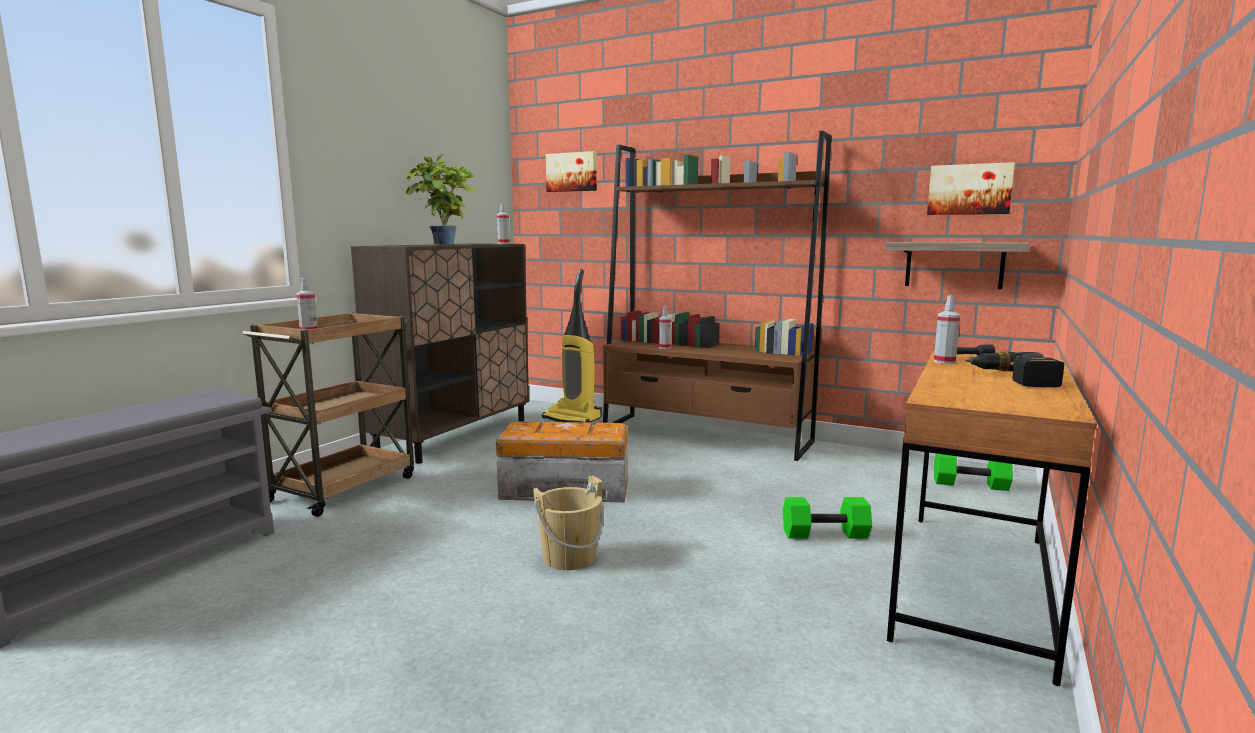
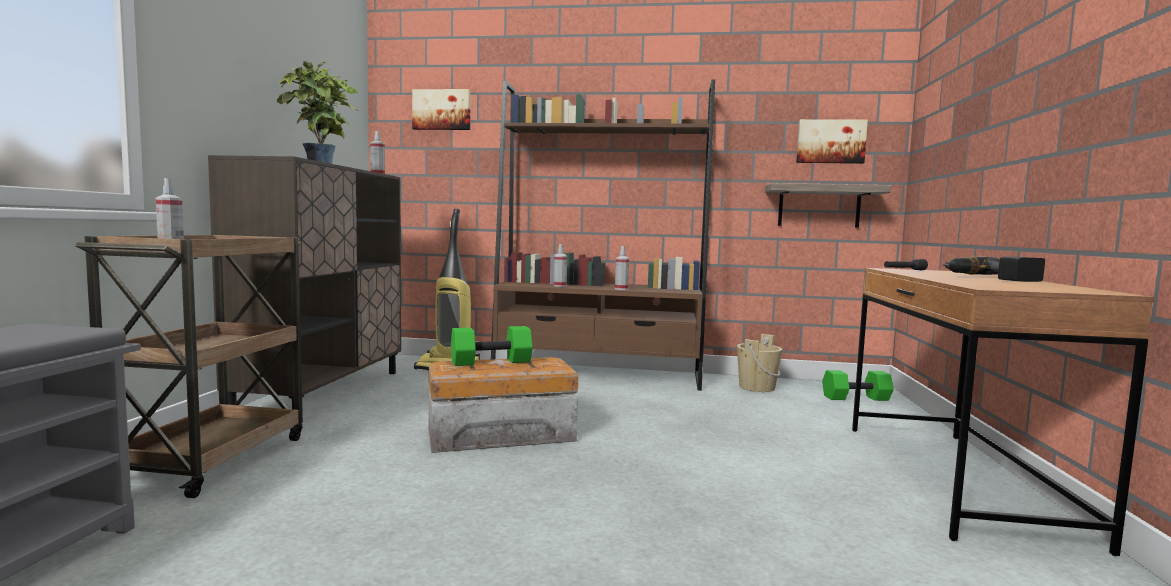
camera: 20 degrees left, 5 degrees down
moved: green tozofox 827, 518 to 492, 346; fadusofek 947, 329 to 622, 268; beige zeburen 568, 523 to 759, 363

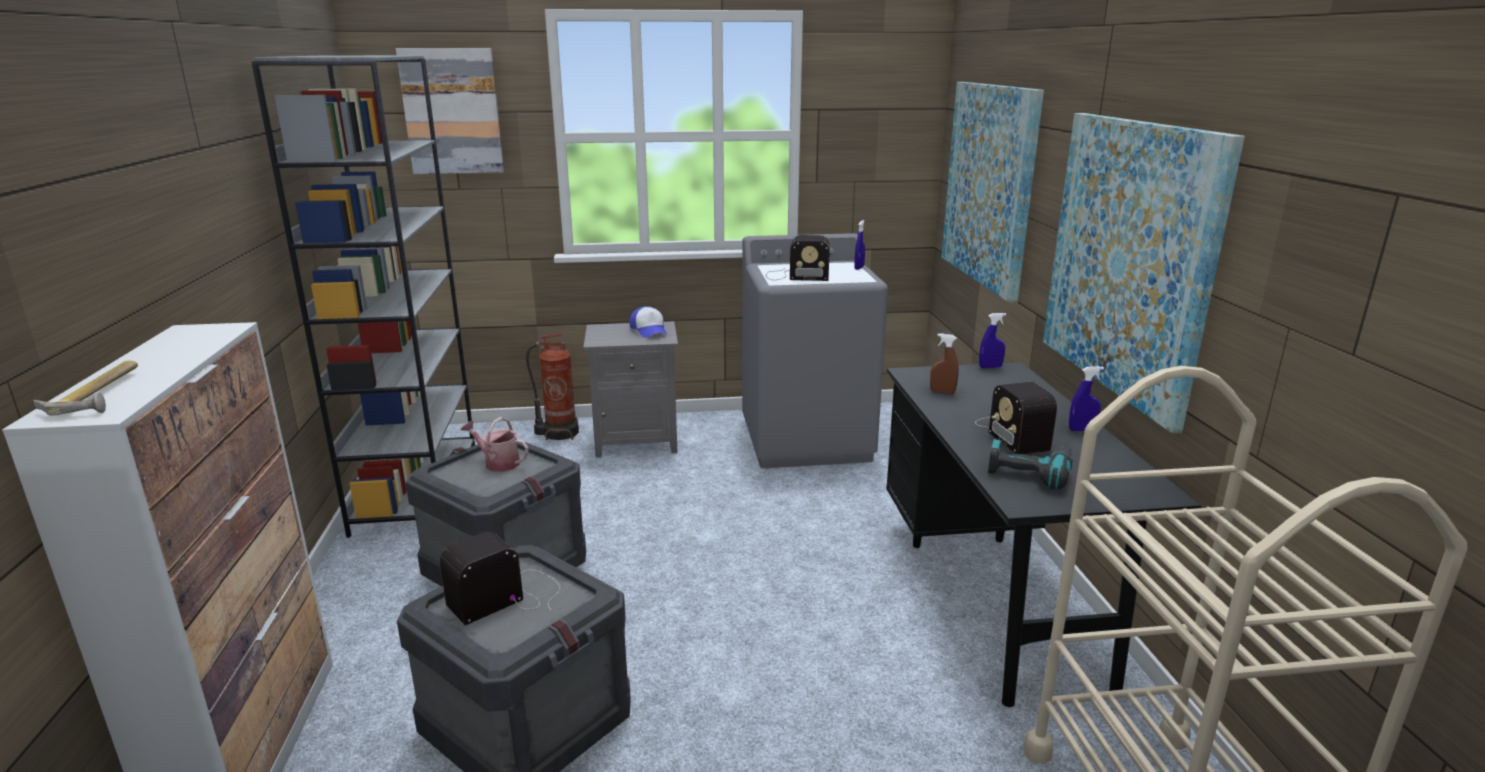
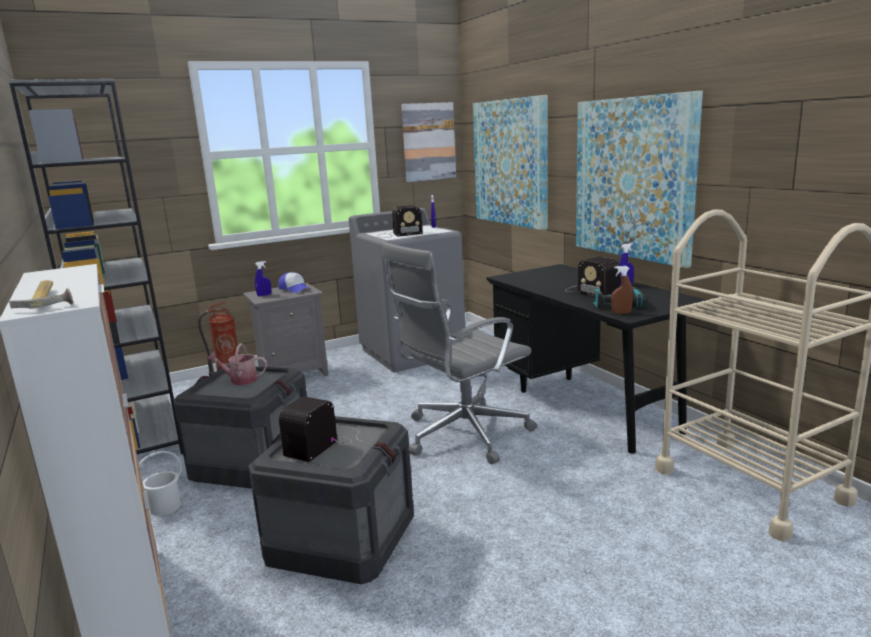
camera: 20 degrees left, 5 degrees down
added: white zeburen 160, 483; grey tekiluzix 459, 353
moved: blue fadusofek 992, 340 to 263, 279; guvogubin 450, 111 to 428, 142; brown fadusofek 944, 363 to 622, 290

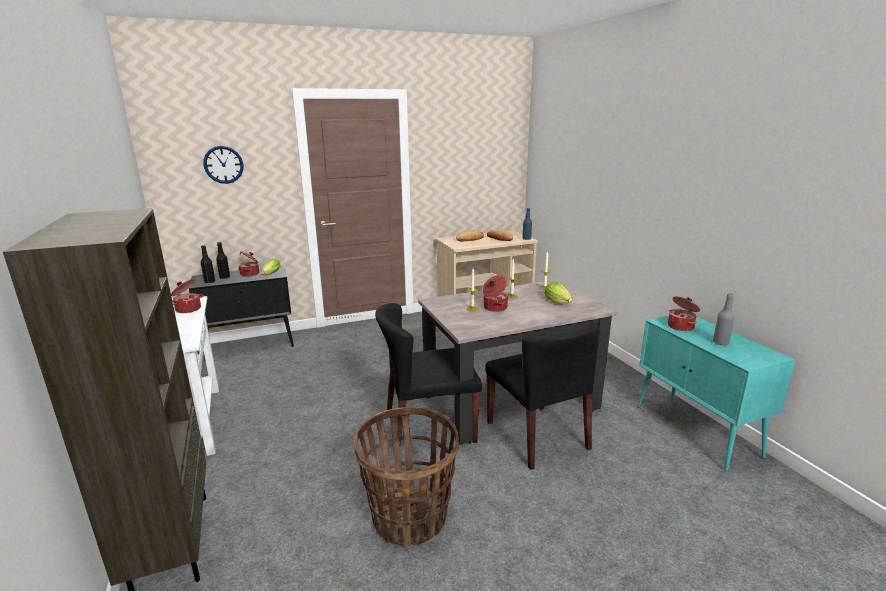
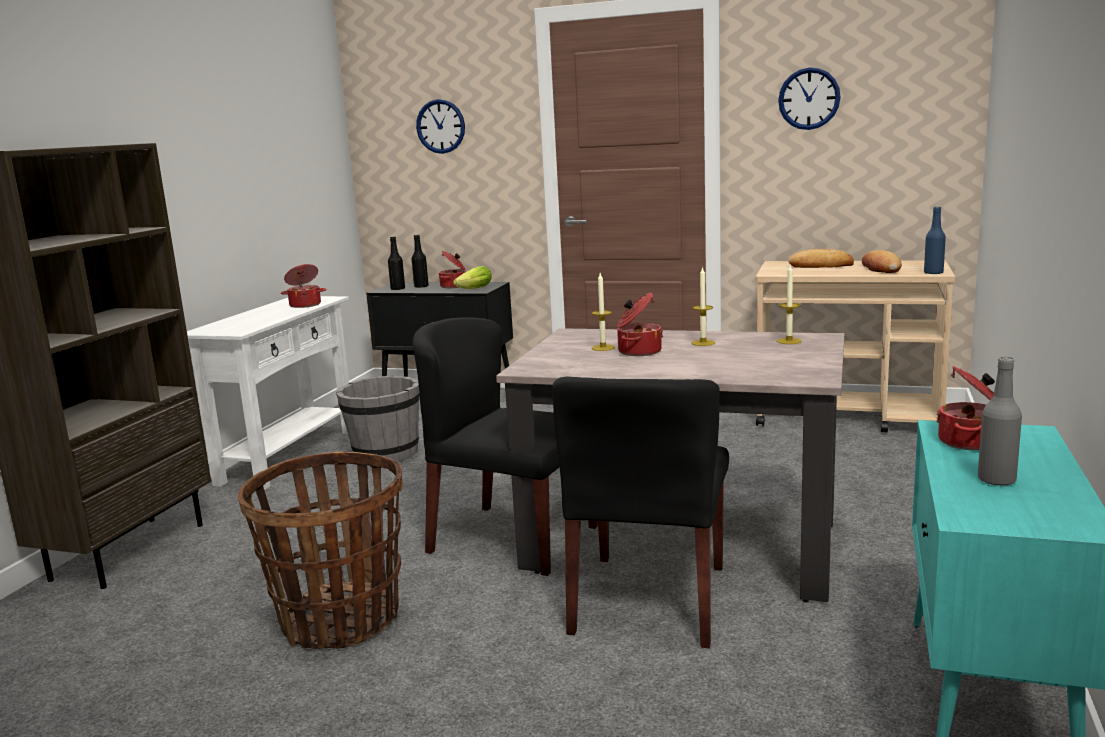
camera: 40 degrees right, 5 degrees down
removed: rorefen 558, 293
added: grey zeburen 378, 419; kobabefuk 809, 99

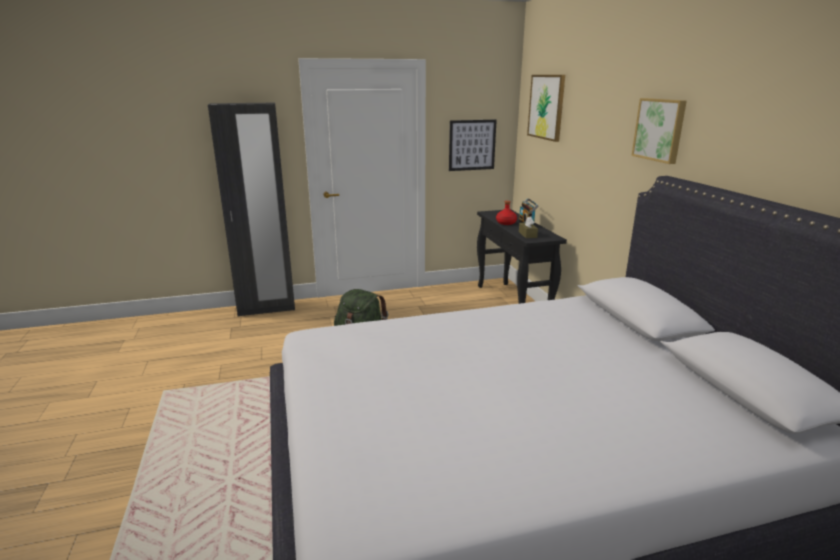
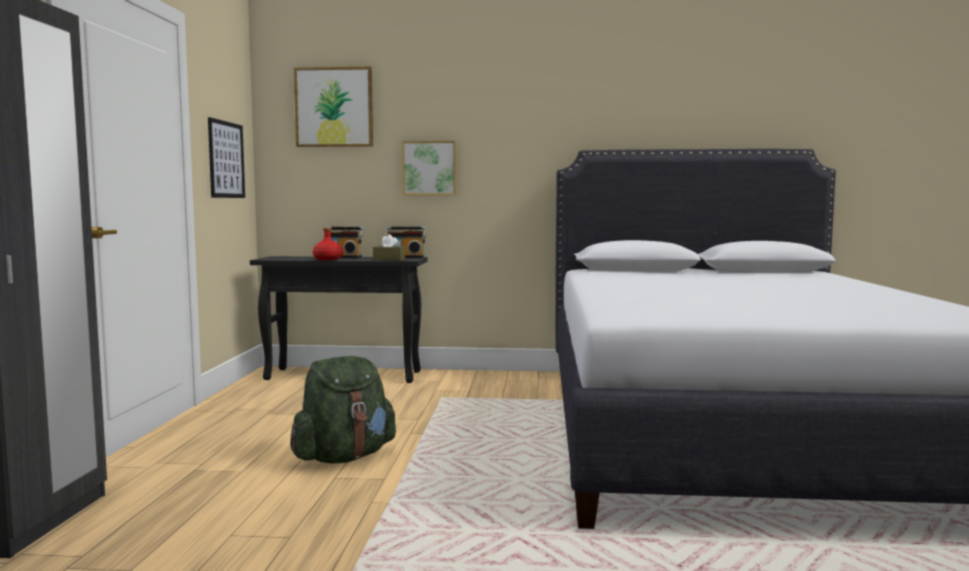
camera: 70 degrees left, 15 degrees down
added: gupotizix 405, 242
moved: guvogubin 659, 131 to 429, 168

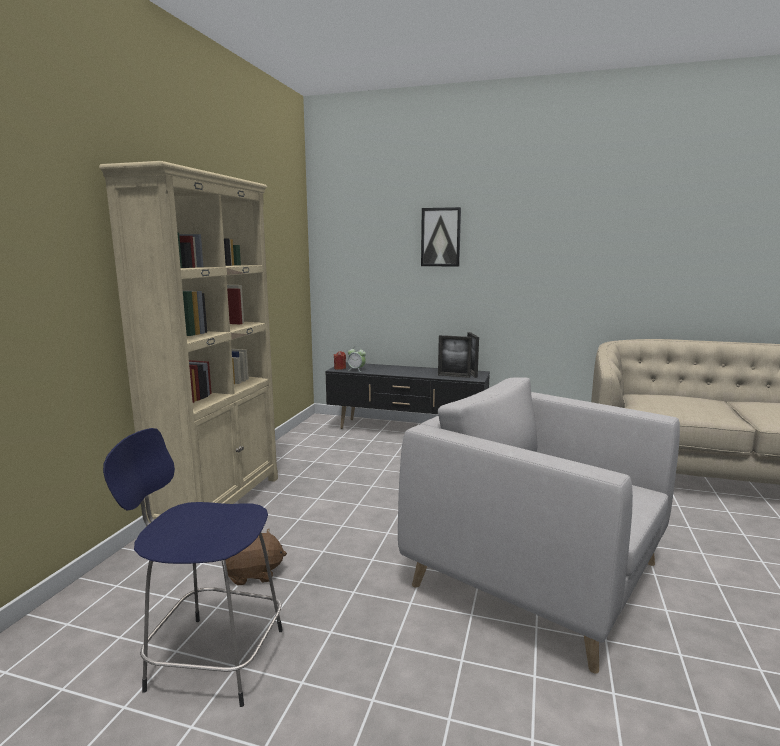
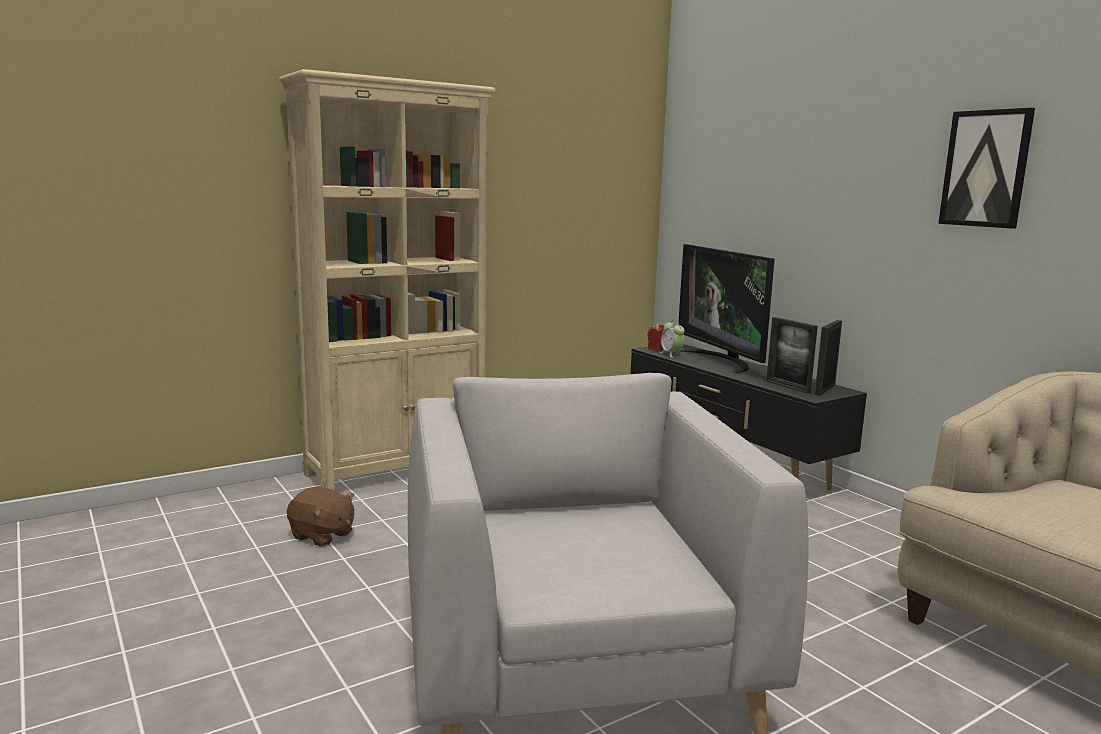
camera: 40 degrees right, 0 degrees up
removed: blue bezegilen 193, 567
added: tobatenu 727, 308
moved: guvogubin 441, 237 to 986, 168

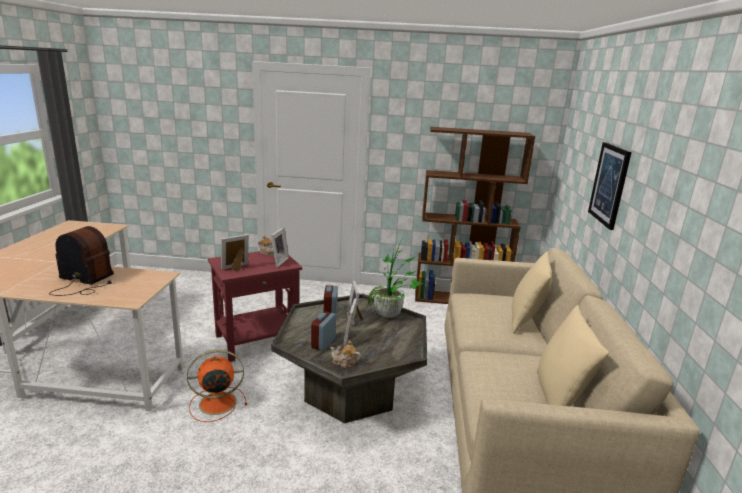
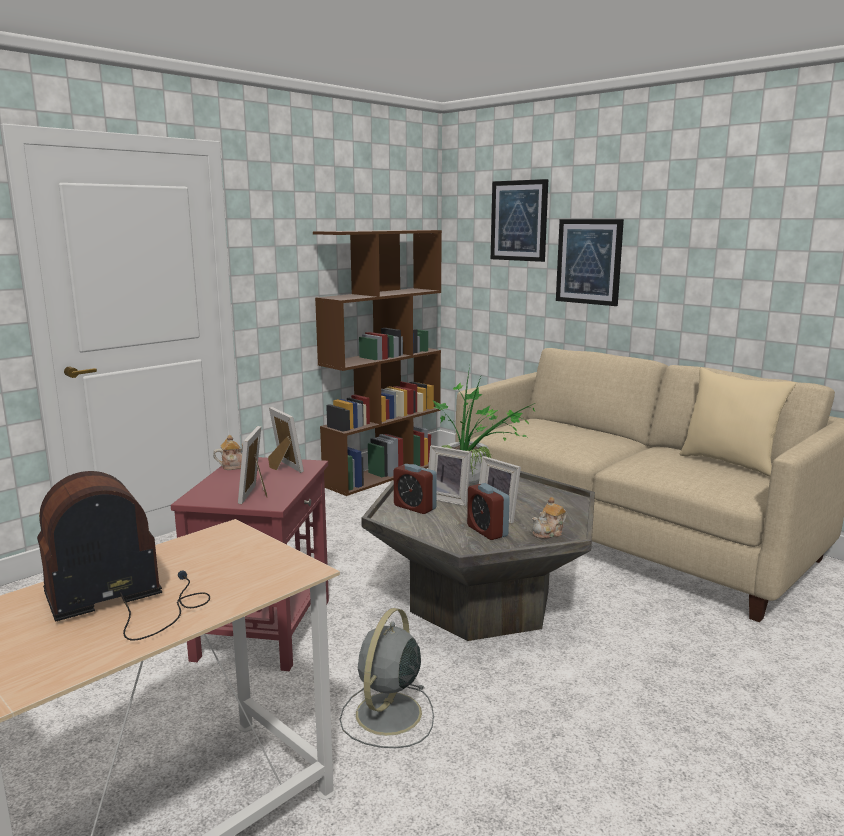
camera: 50 degrees left, 5 degrees down
removed: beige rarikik 532, 292
added: guvogubin 519, 220
recoloured: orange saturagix 217, 386 to grey saturagix 386, 678

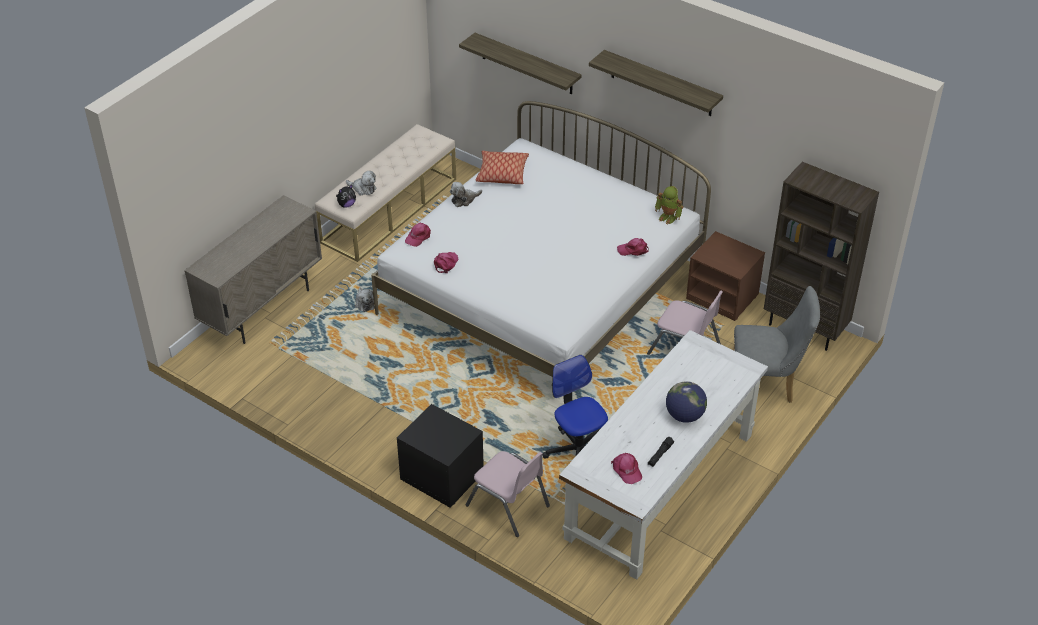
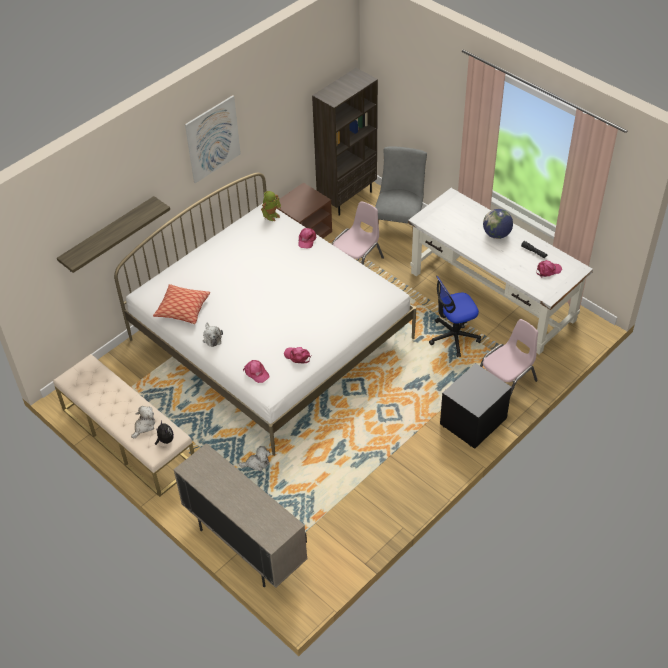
camera: 80 degrees left, 5 degrees up
replaced: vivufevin 656, 83 to guvogubin 213, 139

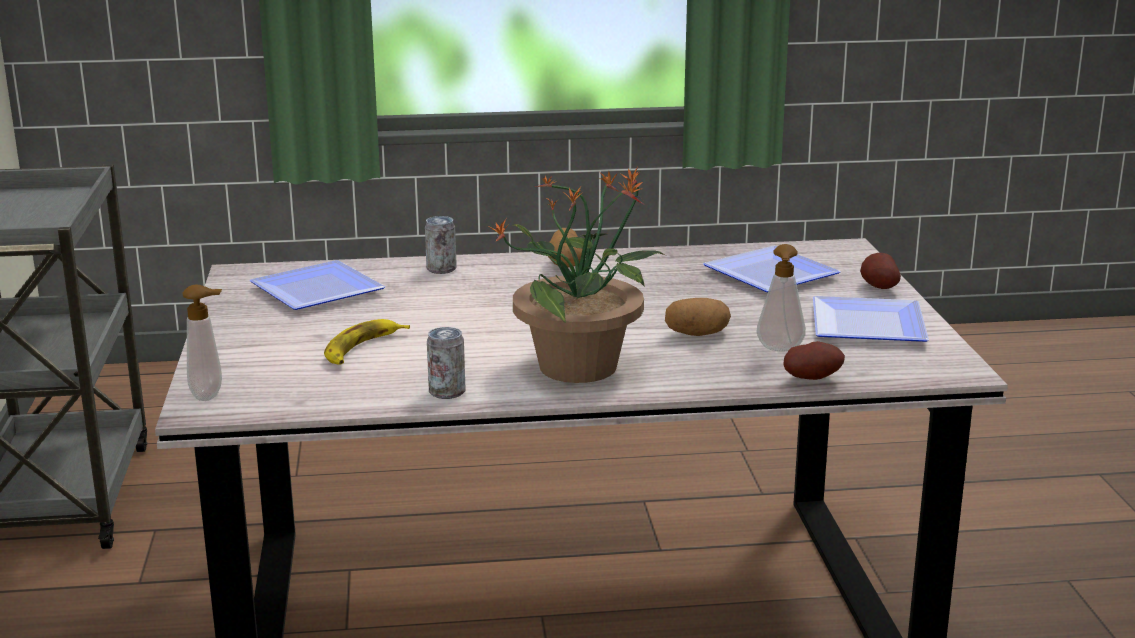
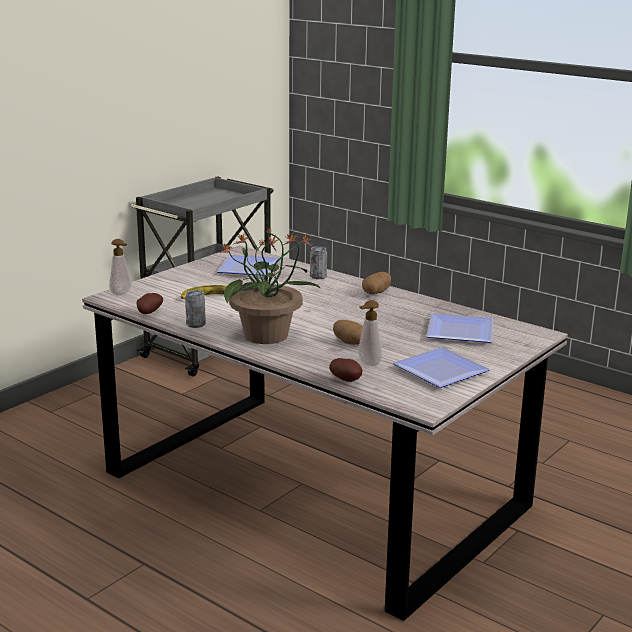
camera: 45 degrees right, 0 degrees up
moved: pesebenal 880, 271 to 150, 303

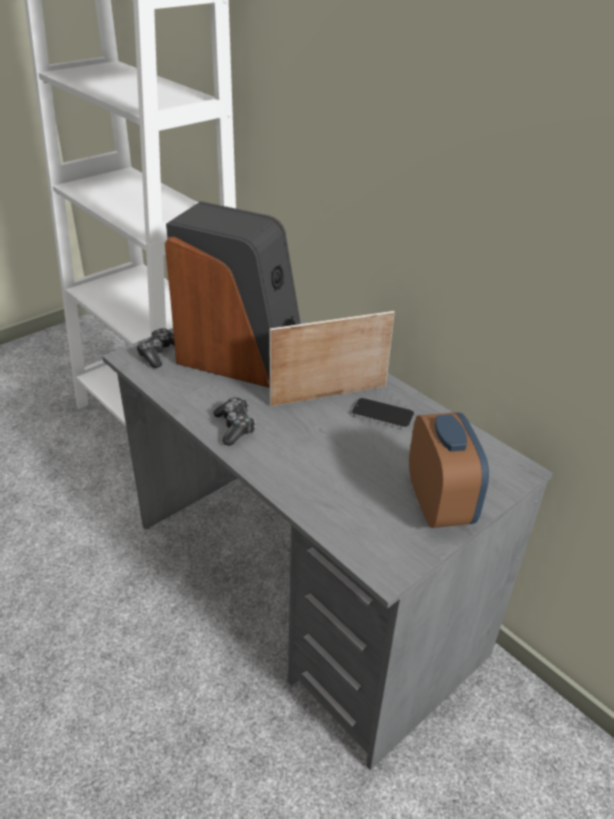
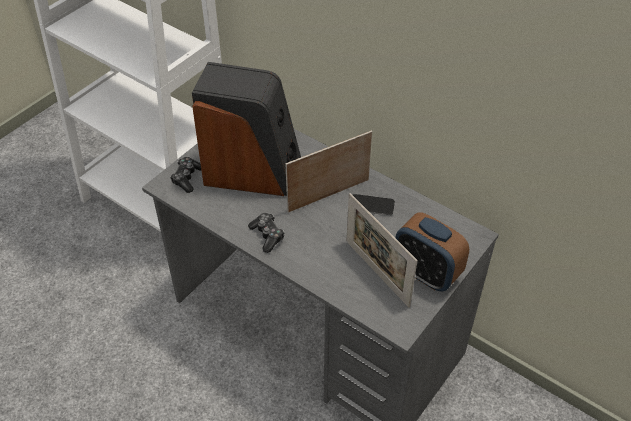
camera: 10 degrees left, 10 degrees up
added: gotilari 382, 250
turned: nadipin 449, 470 = 432, 252 150 degrees clockwise

